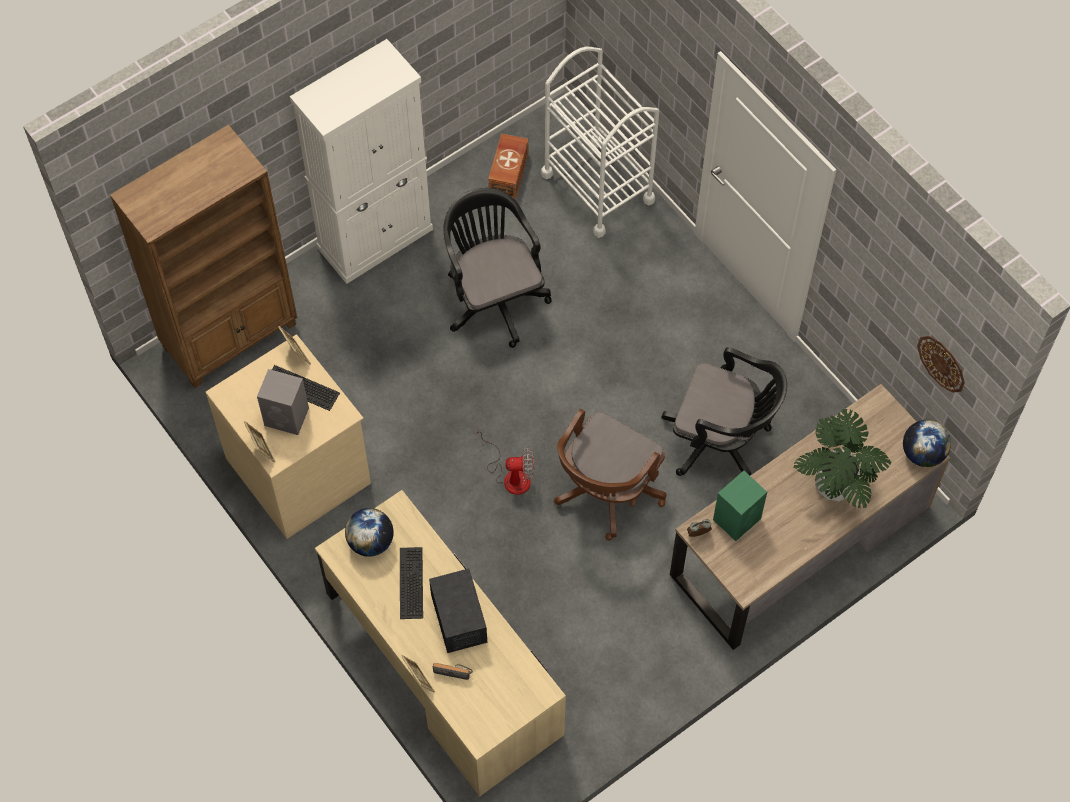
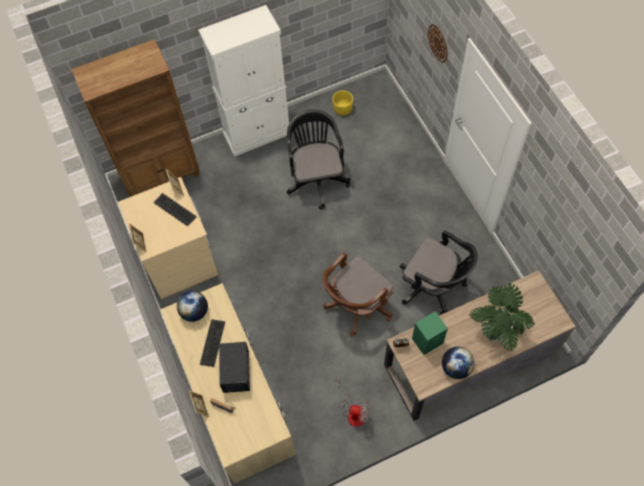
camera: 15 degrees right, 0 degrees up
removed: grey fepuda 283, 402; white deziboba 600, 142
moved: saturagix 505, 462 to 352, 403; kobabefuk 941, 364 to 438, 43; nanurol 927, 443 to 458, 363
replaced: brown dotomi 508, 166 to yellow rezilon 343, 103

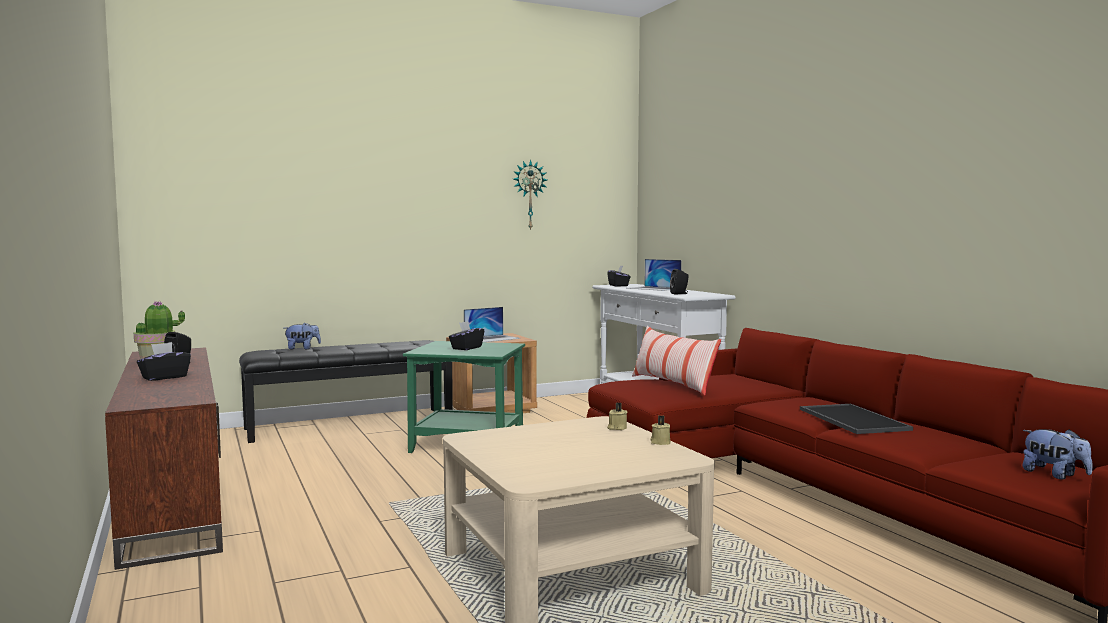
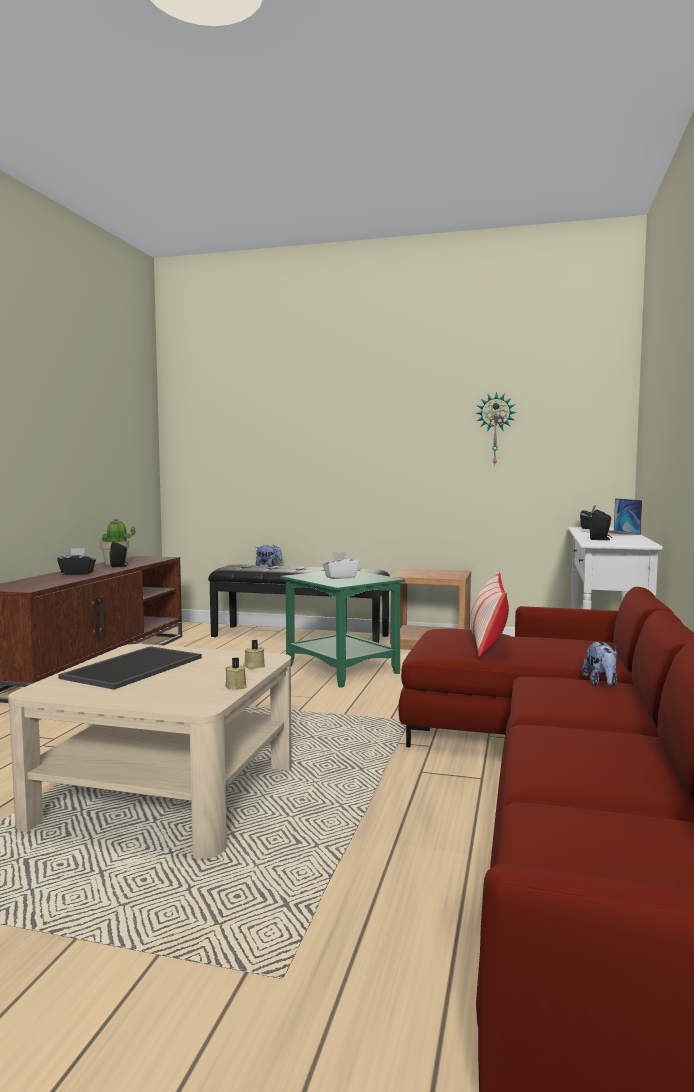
camera: 40 degrees right, 0 degrees up
removed: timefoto 492, 324
moved: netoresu 856, 419 to 130, 668; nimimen 1058, 454 to 599, 664
recoloured: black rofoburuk 466, 335 to white rofoburuk 341, 565

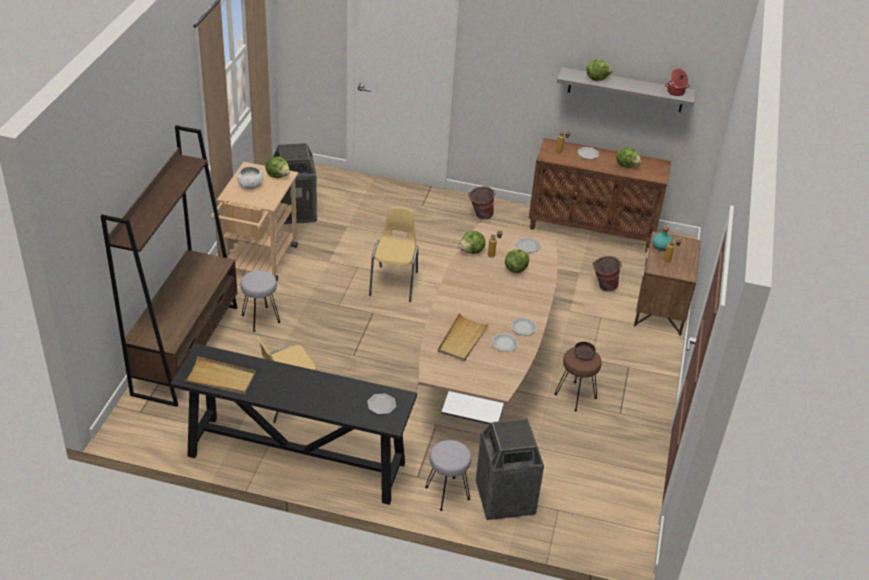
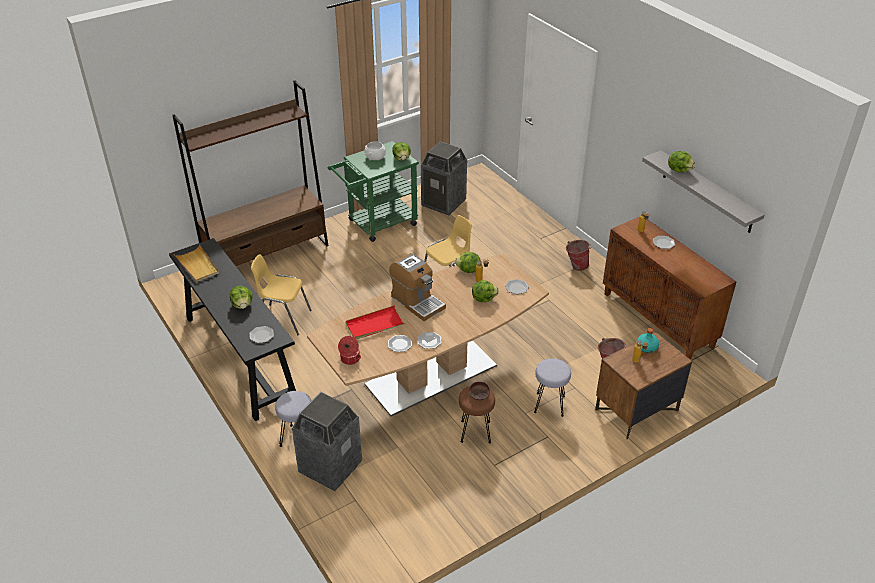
camera: 45 degrees right, 0 degrees up
added: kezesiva 417, 287
moved: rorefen 629, 157 to 241, 297; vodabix 677, 82 to 349, 350; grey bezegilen 260, 301 to 552, 387
recoloured: beige deziboba 254, 221 to green deziboba 373, 191; beige netoresu 463, 337 to red netoresu 375, 322

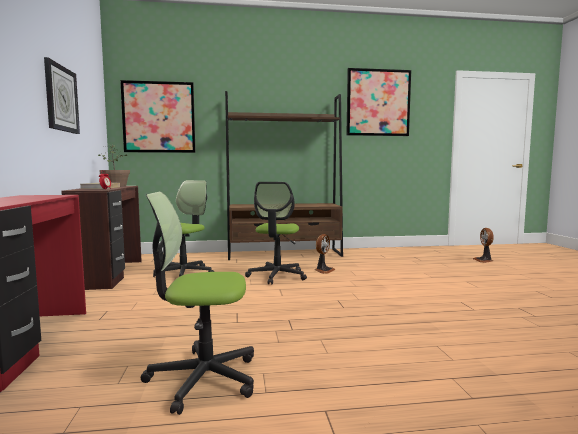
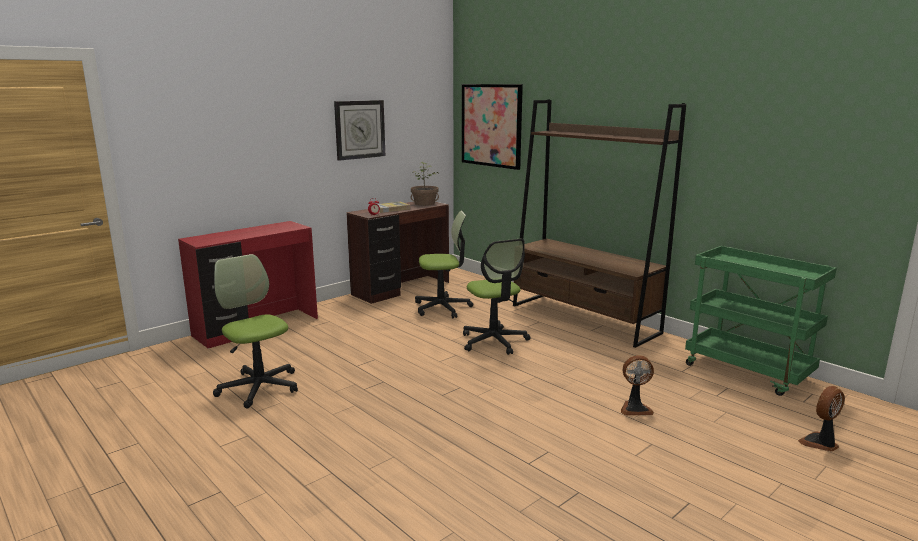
camera: 55 degrees right, 10 degrees up
removed: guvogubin 378, 102
added: green deziboba 761, 321
moved: saturagix 325, 254 to 637, 385
turned: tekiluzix 276, 233 = 497, 297 90 degrees counterclockwise

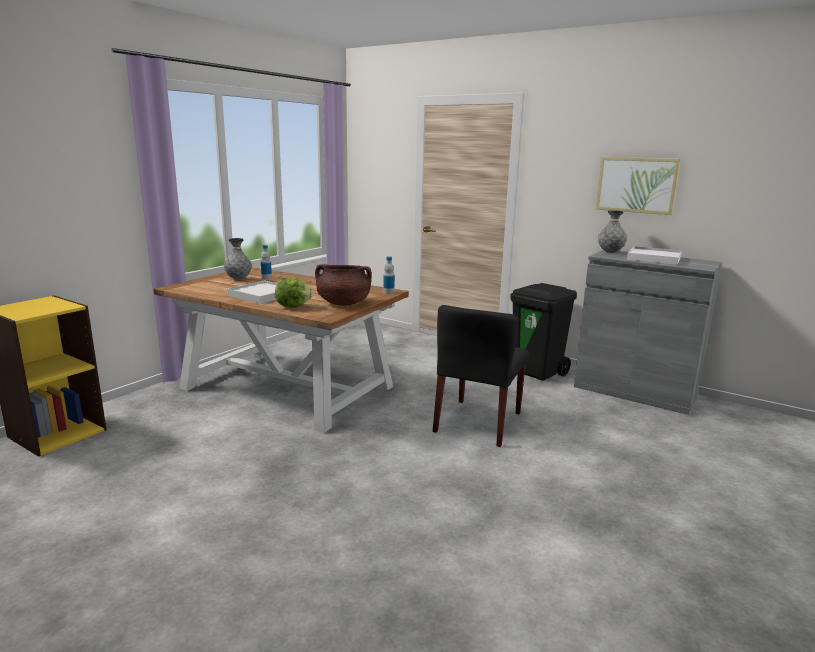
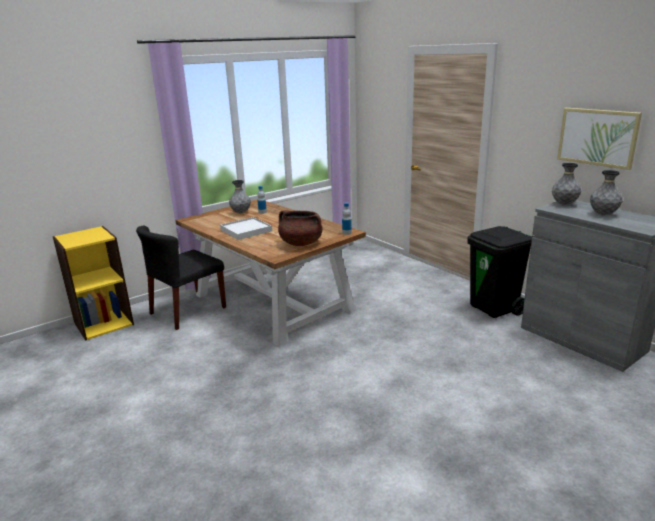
camera: 20 degrees right, 5 degrees up
removed: rorefen 294, 293
moved: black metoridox 480, 376 to 181, 278
replaced: white netoresu 654, 255 to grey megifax 606, 192

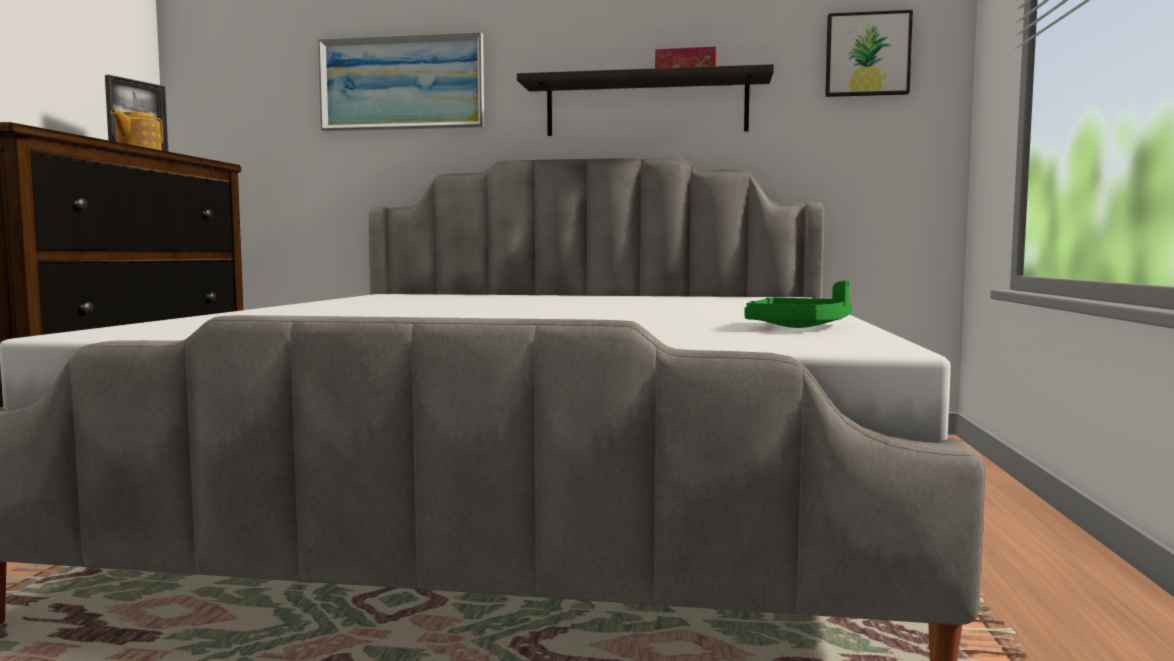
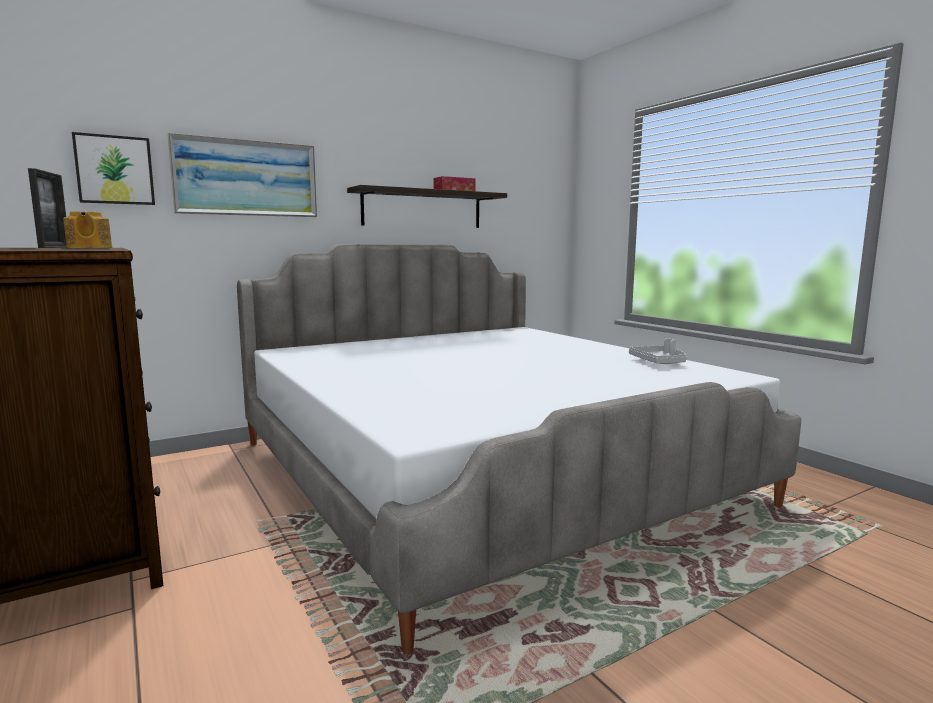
camera: 40 degrees left, 5 degrees up
moved: guvogubin 869, 53 to 113, 168
recoloured: green netoresu 798, 304 to grey netoresu 657, 351

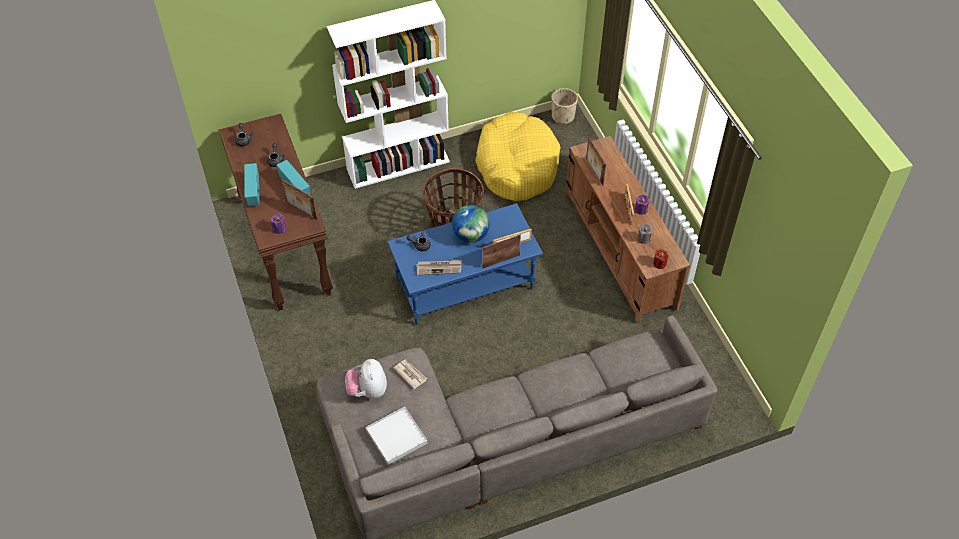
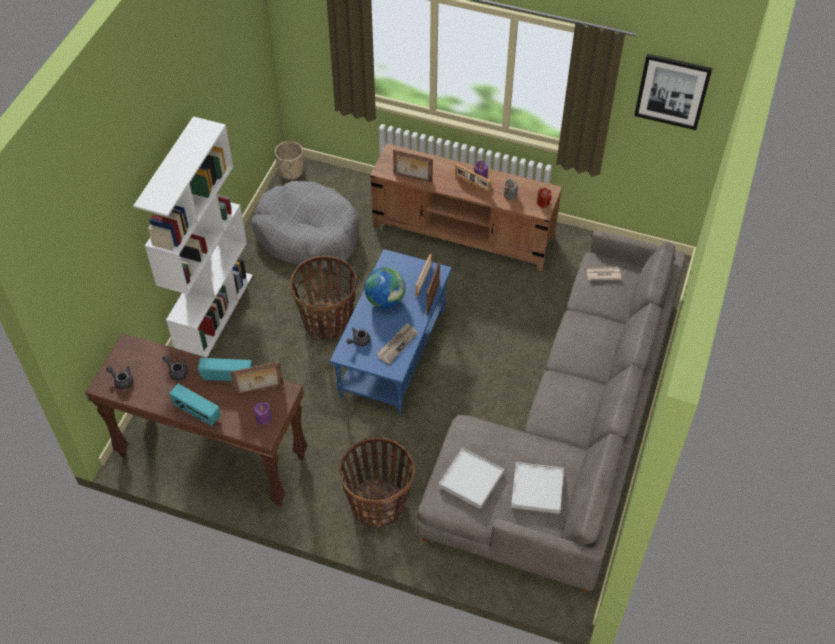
camera: 50 degrees left, 0 degrees up
added: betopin 377, 482; guvogubin 673, 92
moved: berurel 410, 374 to 603, 273
replaced: nimimen 366, 379 to white netoresu 471, 478
recoloured: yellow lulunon 518, 156 to grey lulunon 305, 225

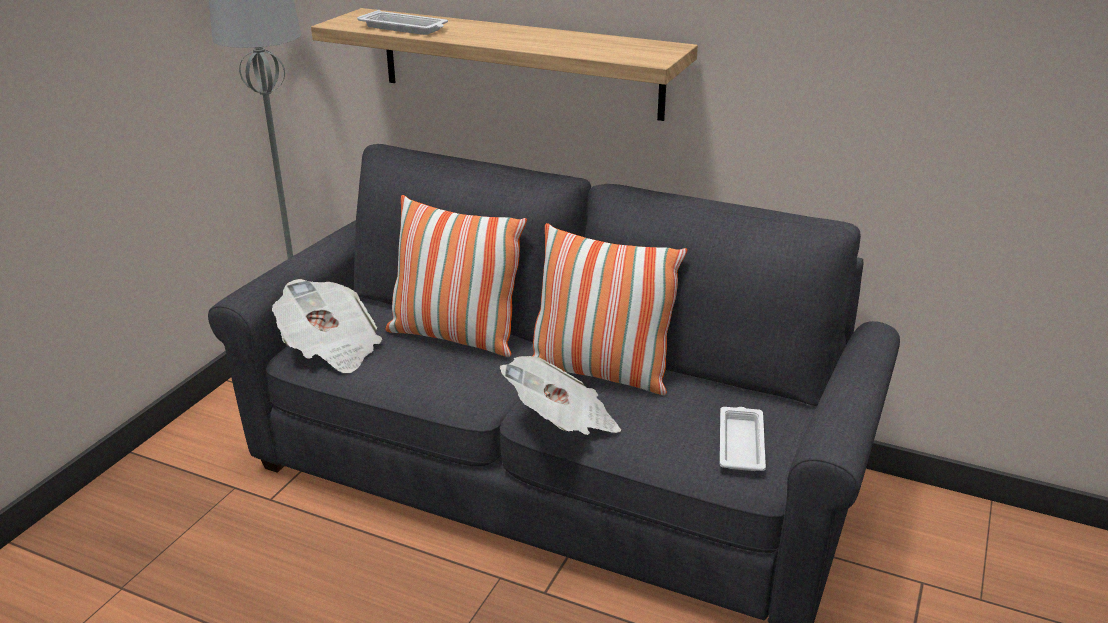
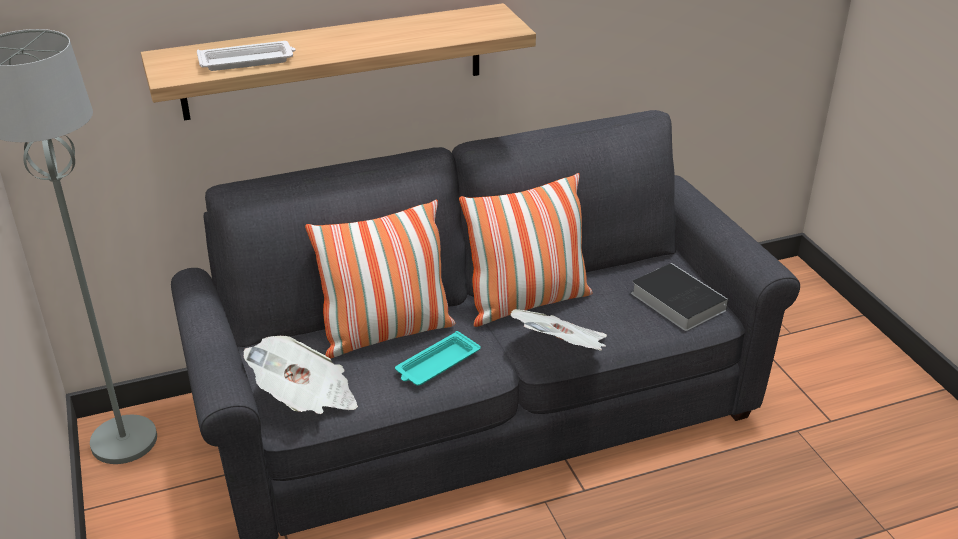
camera: 45 degrees left, 5 degrees up
added: turquoise netoresu 438, 358
replaced: white netoresu 743, 439 to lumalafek 679, 297

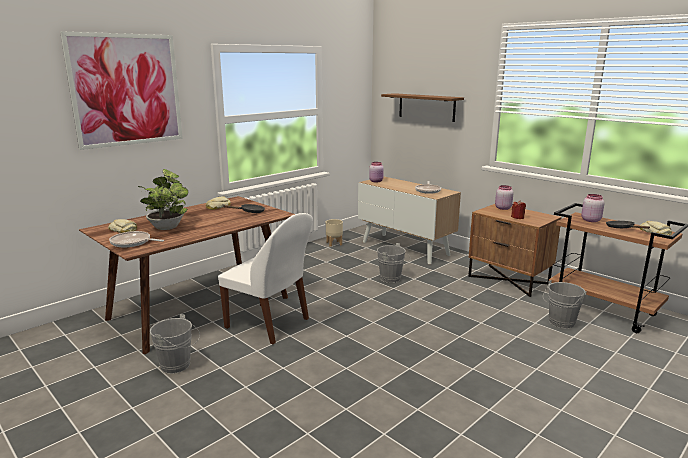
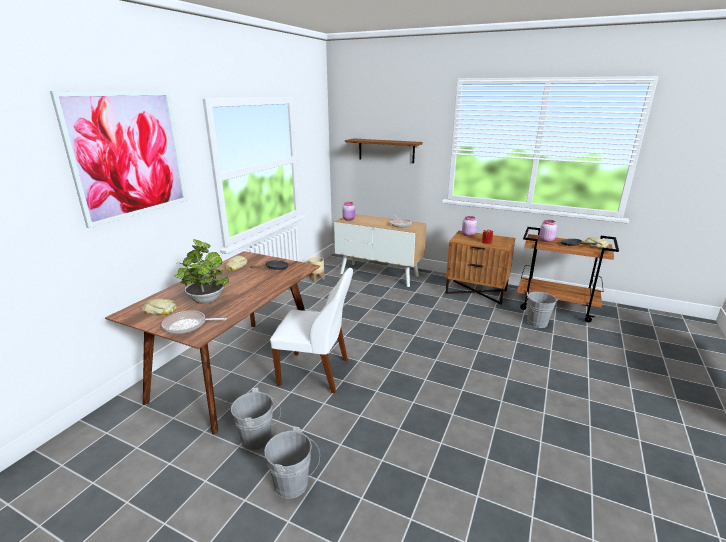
camera: 20 degrees left, 5 degrees up
moved: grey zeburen 393, 263 to 292, 462

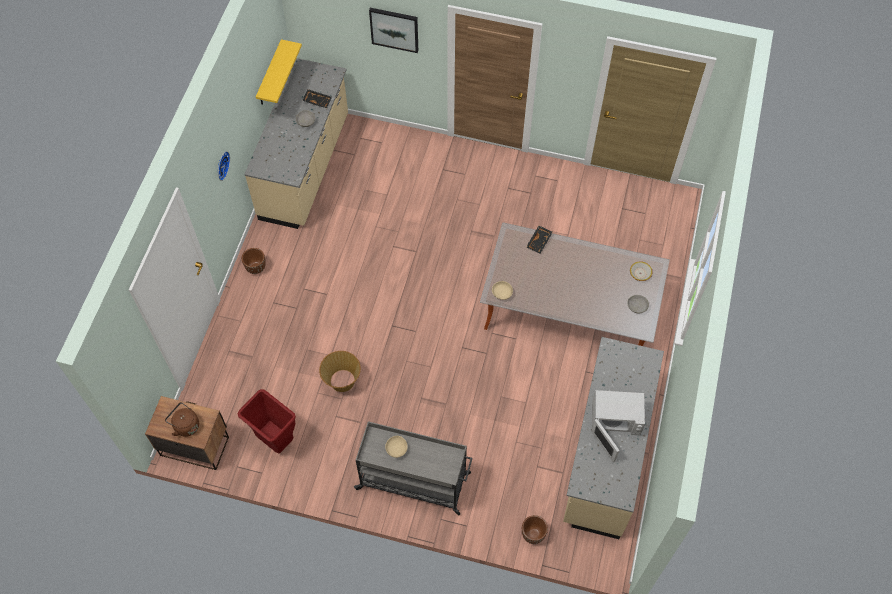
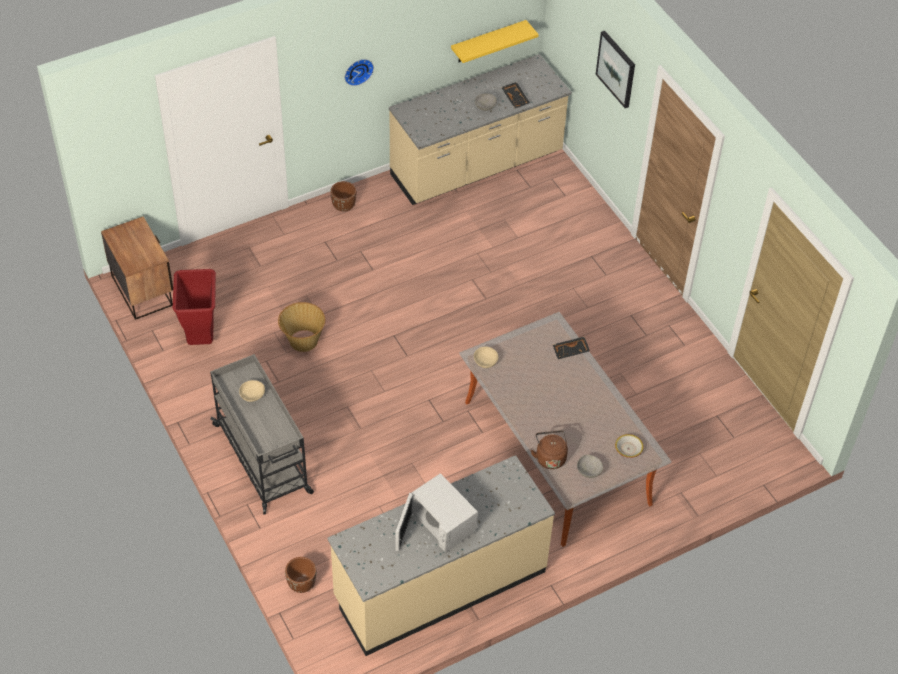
camera: 45 degrees right, 10 degrees down
moved: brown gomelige 182, 419 to 549, 449

